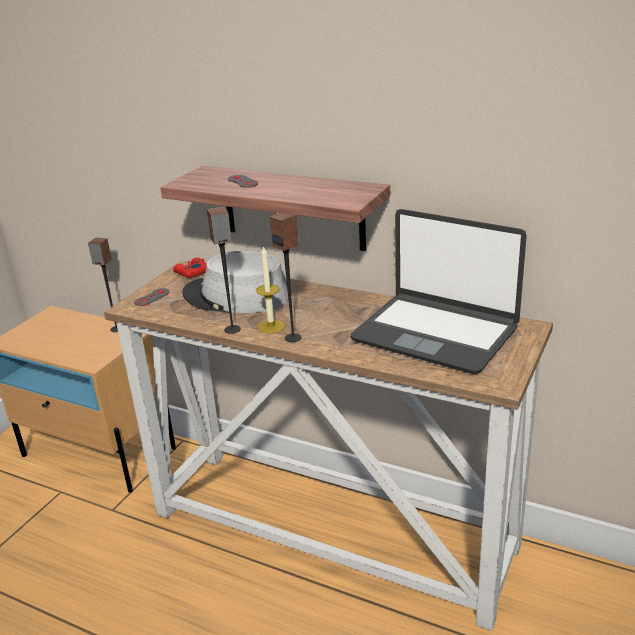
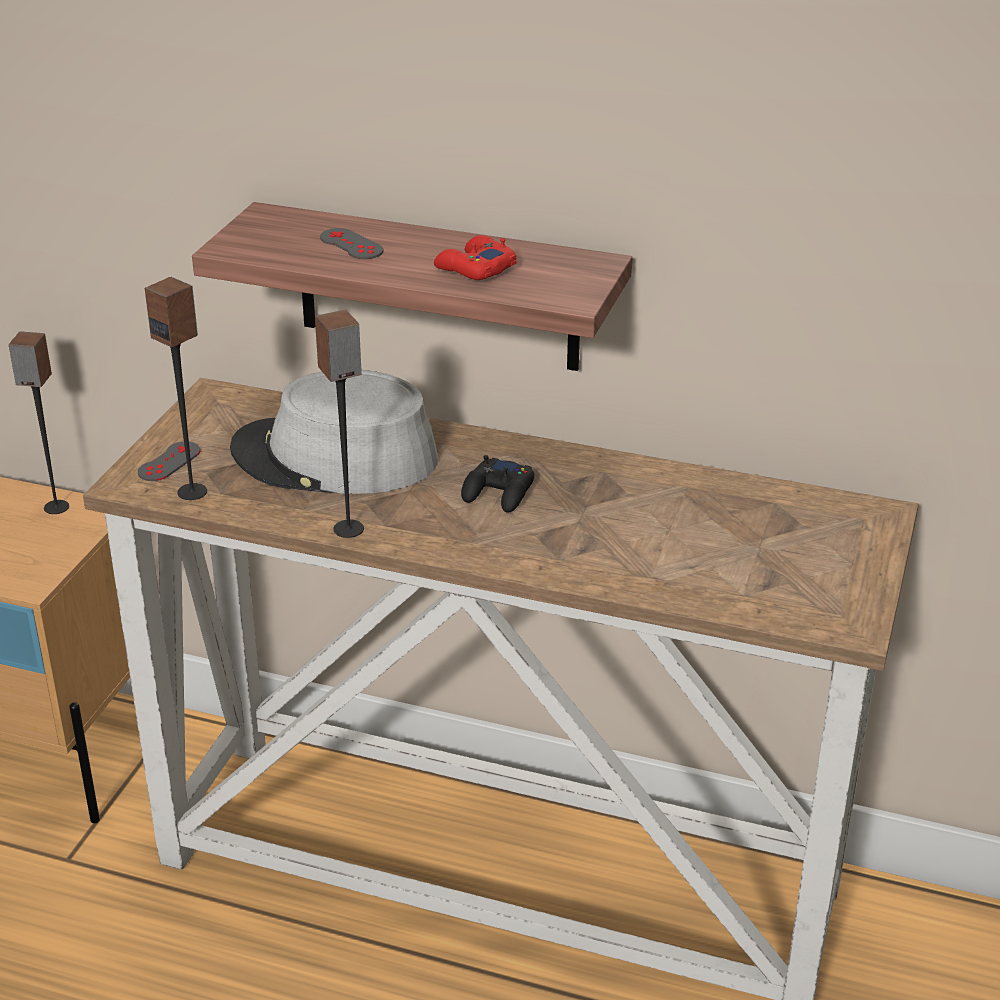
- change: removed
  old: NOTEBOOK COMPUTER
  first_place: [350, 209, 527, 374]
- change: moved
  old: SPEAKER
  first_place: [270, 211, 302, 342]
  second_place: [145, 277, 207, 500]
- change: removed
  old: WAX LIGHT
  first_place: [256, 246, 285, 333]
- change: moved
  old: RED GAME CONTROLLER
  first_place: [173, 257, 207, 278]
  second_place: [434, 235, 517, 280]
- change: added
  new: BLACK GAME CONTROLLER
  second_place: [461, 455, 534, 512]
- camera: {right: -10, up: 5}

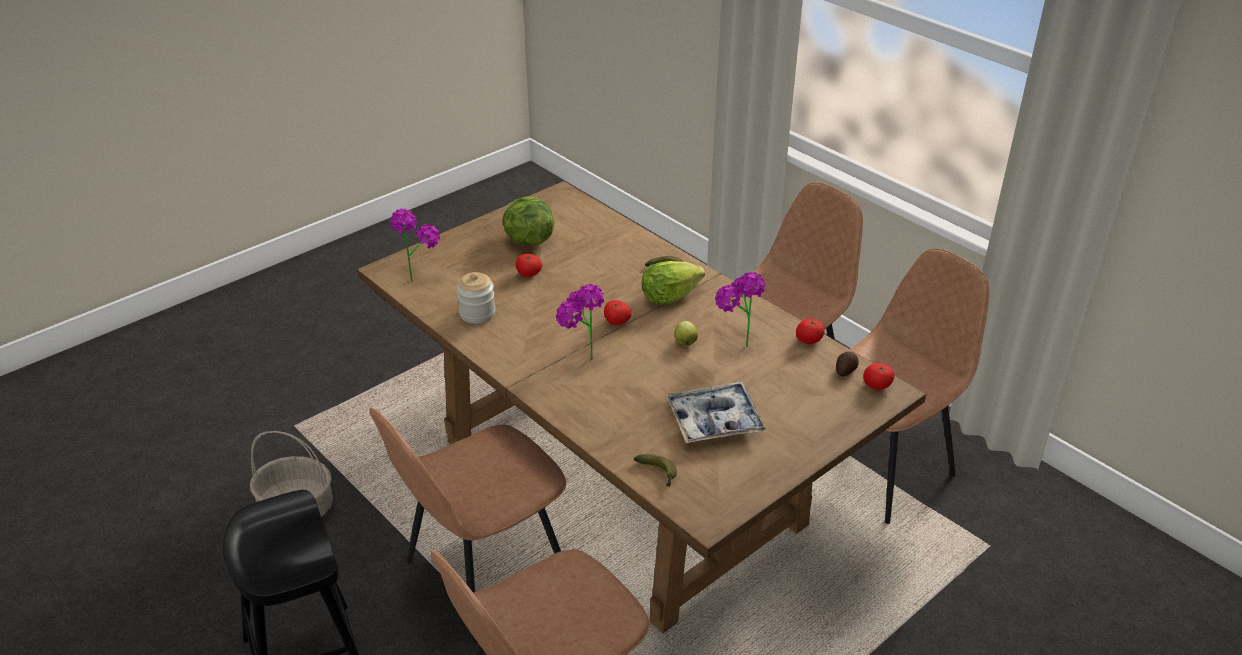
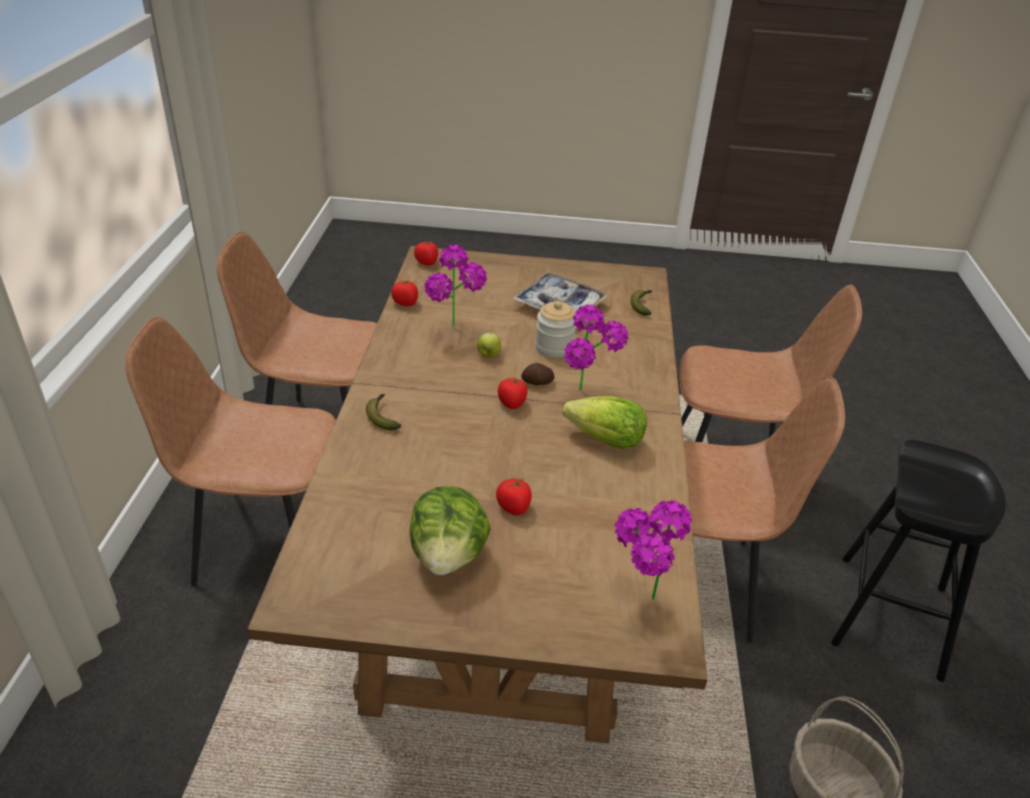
- change: moved
  old: LETTUCE HEAD
  first_place: [642, 261, 705, 305]
  second_place: [562, 396, 647, 449]
- change: moved
  old: STORAGE JAR
  first_place: [457, 272, 496, 324]
  second_place: [535, 301, 576, 357]
- change: moved
  old: POTATO
  first_place: [836, 352, 859, 376]
  second_place: [521, 363, 554, 385]
- camera: {right: -135, up: 0}

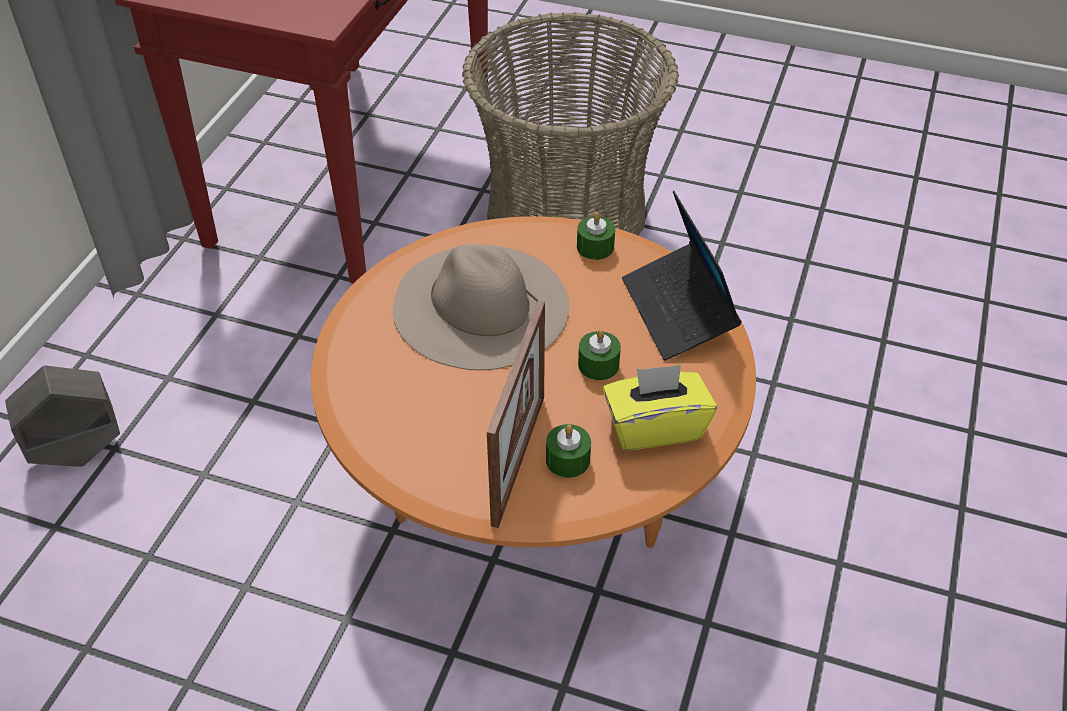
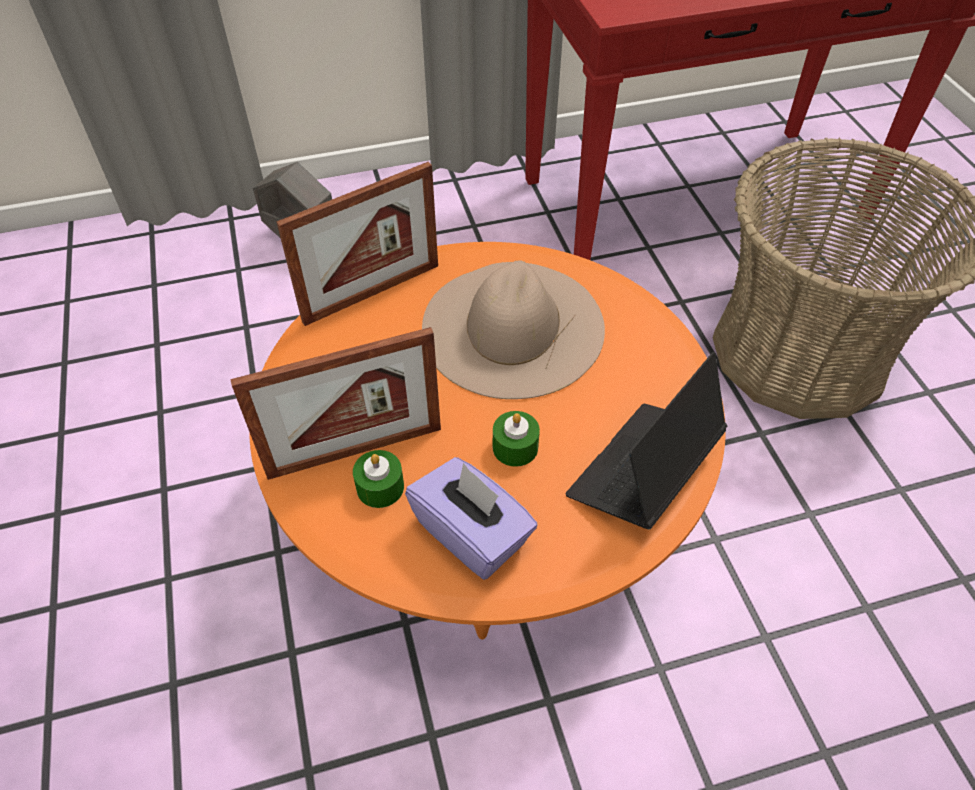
- change: removed
  old: GREENISH WAX LIGHT
  first_place: [577, 212, 615, 260]
- change: recoloured
  old: YELLOW BOX OF TISSUES
  new: PURPLE BOX OF TISSUES
  first_place: [603, 365, 717, 451]
  second_place: [405, 457, 538, 580]
- change: added
  new: STANDING FRAME
  second_place: [277, 162, 438, 326]
- camera: {right: 55, up: 5}

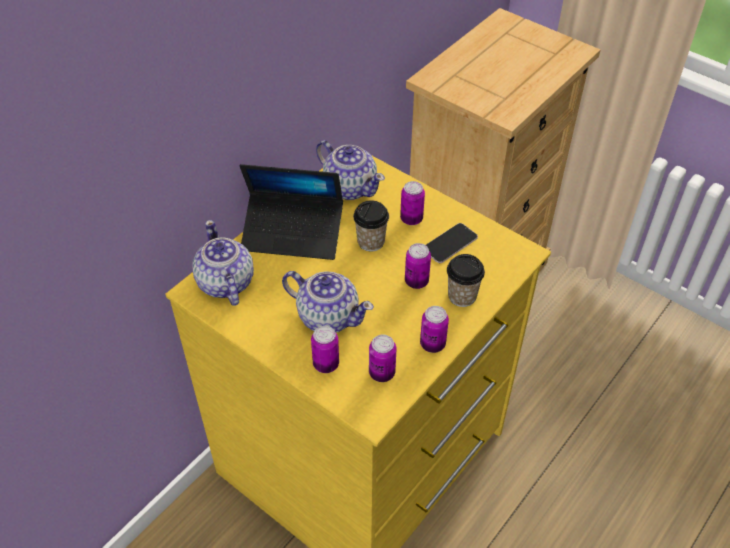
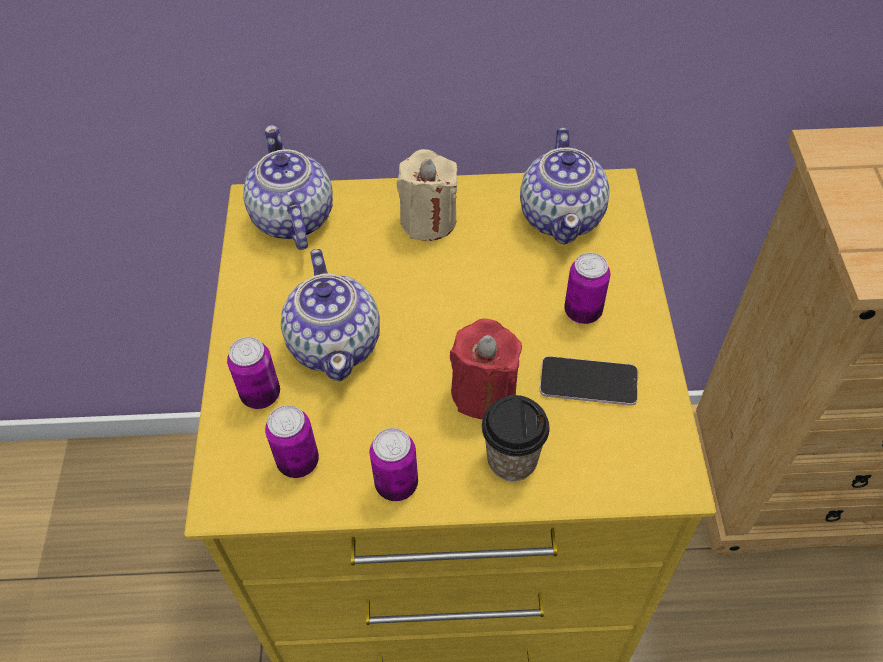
- change: replaced
  old: NOTEBOOK COMPUTER
  new: BEIGE-COLOURED WAX LIGHT
  first_place: [240, 164, 343, 260]
  second_place: [397, 149, 458, 241]
- change: removed
  old: DRINKING CUP
  first_place: [353, 200, 389, 252]
- change: turned
  old: TEAPOT
  first_place: [192, 220, 254, 306]
  second_place: [243, 125, 333, 250]
  degrees: -45
- change: replaced
  old: CAN
  new: RED WAX LIGHT
  first_place: [405, 243, 431, 289]
  second_place: [450, 318, 522, 419]
- camera: {right: 50, up: 5}

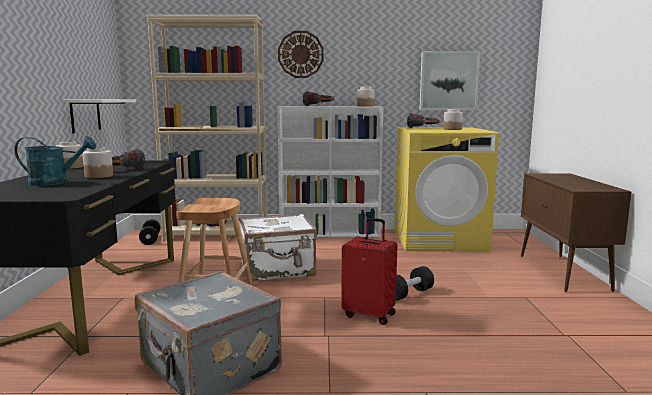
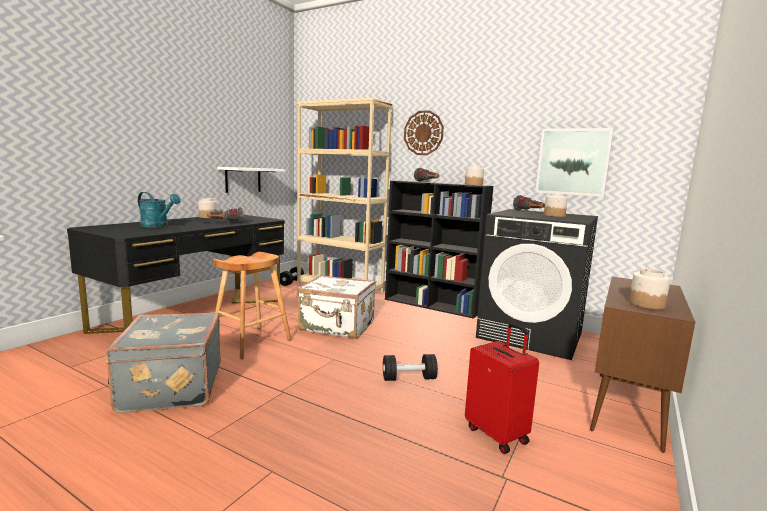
- change: recoloured
  old: WHITE BOOKSHELF
  new: BLACK BOOKSHELF
  first_place: [277, 106, 383, 237]
  second_place: [385, 181, 493, 319]
- change: recoloured
  old: YELLOW LAUNDRY MACHINE
  new: BLACK LAUNDRY MACHINE
  first_place: [395, 128, 499, 251]
  second_place: [476, 209, 598, 360]
- change: moved
  old: STORAGE JAR
  first_place: [82, 147, 113, 178]
  second_place: [629, 269, 670, 309]
- change: moved
  old: RED SUITCASE
  first_place: [341, 218, 398, 325]
  second_place: [465, 323, 539, 454]
- camera: {right: 30, up: 0}

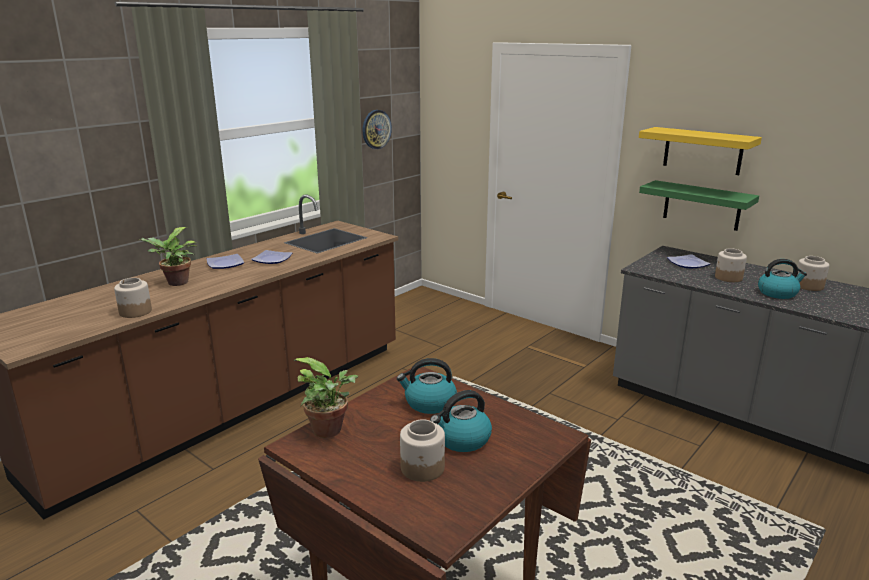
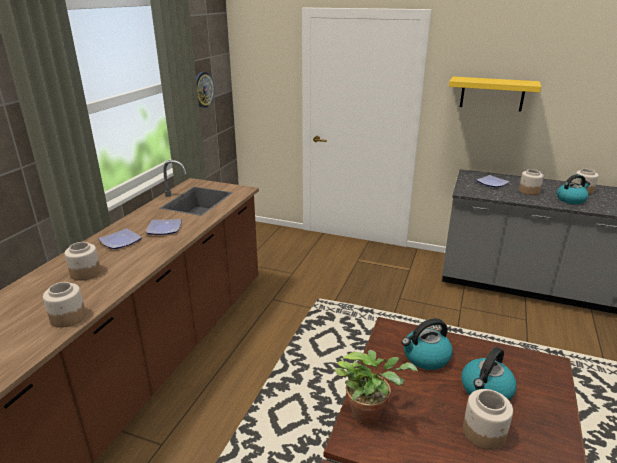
- change: removed
  old: GREENISH BRACKET SHELF
  first_place: [639, 180, 759, 231]
- change: replaced
  old: POTTED PLANT
  new: STORAGE JAR
  first_place: [139, 227, 197, 286]
  second_place: [64, 242, 101, 281]
- camera: {right: -20, up: 5}

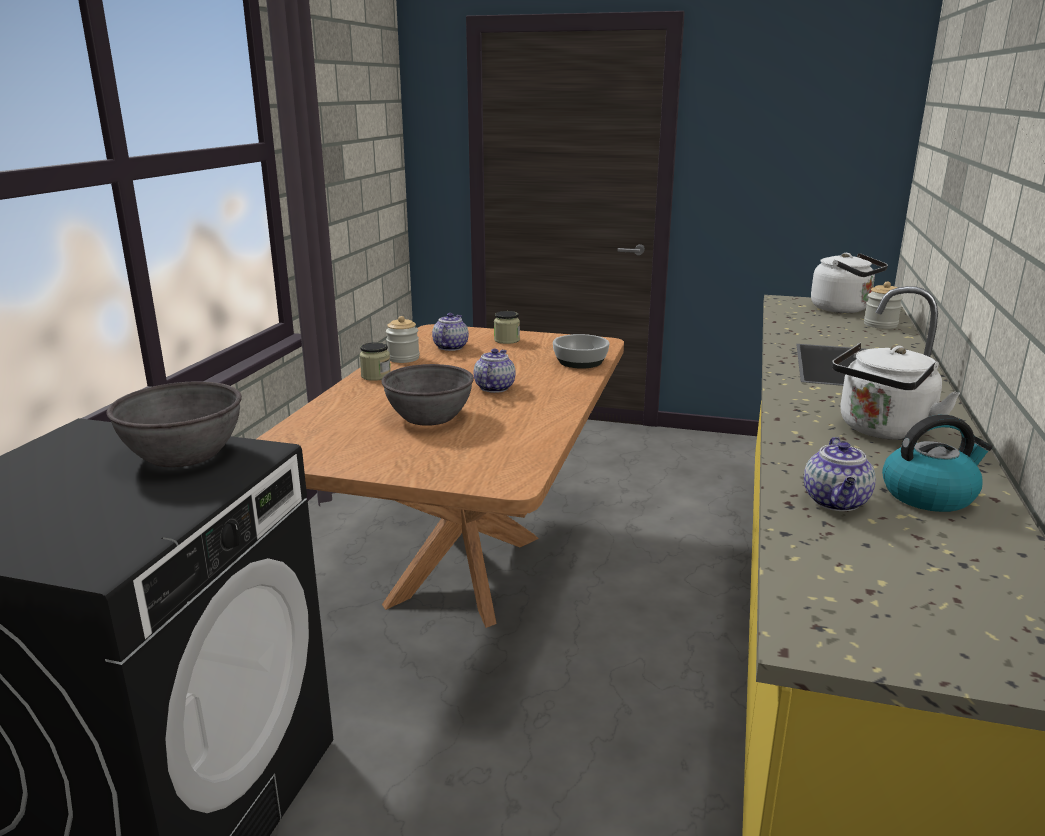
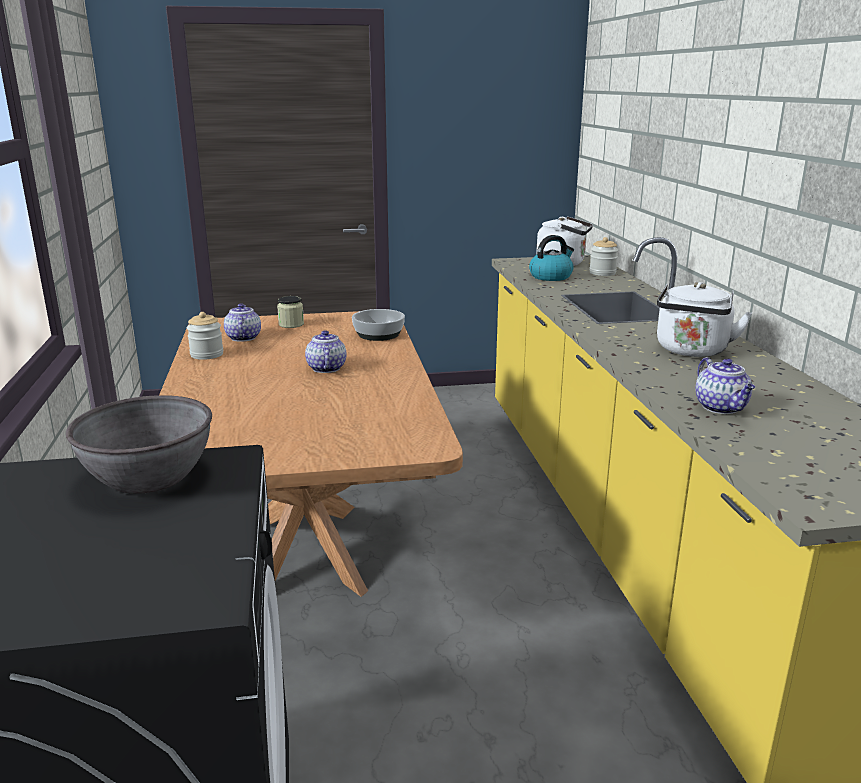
- change: removed
  old: STORAGE JAR
  first_place: [359, 342, 391, 381]
- change: removed
  old: GREY DEEP DISH
  first_place: [382, 364, 474, 426]
- change: moved
  old: WATER KETTLE
  first_place: [882, 415, 993, 512]
  second_place: [529, 235, 574, 281]
- camera: {right: -25, up: 0}

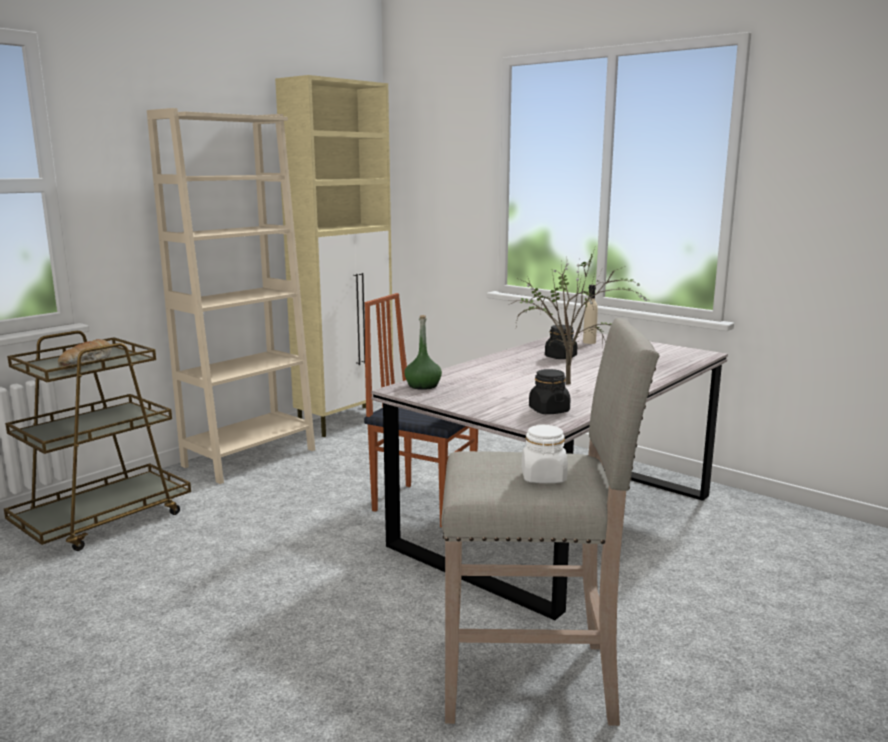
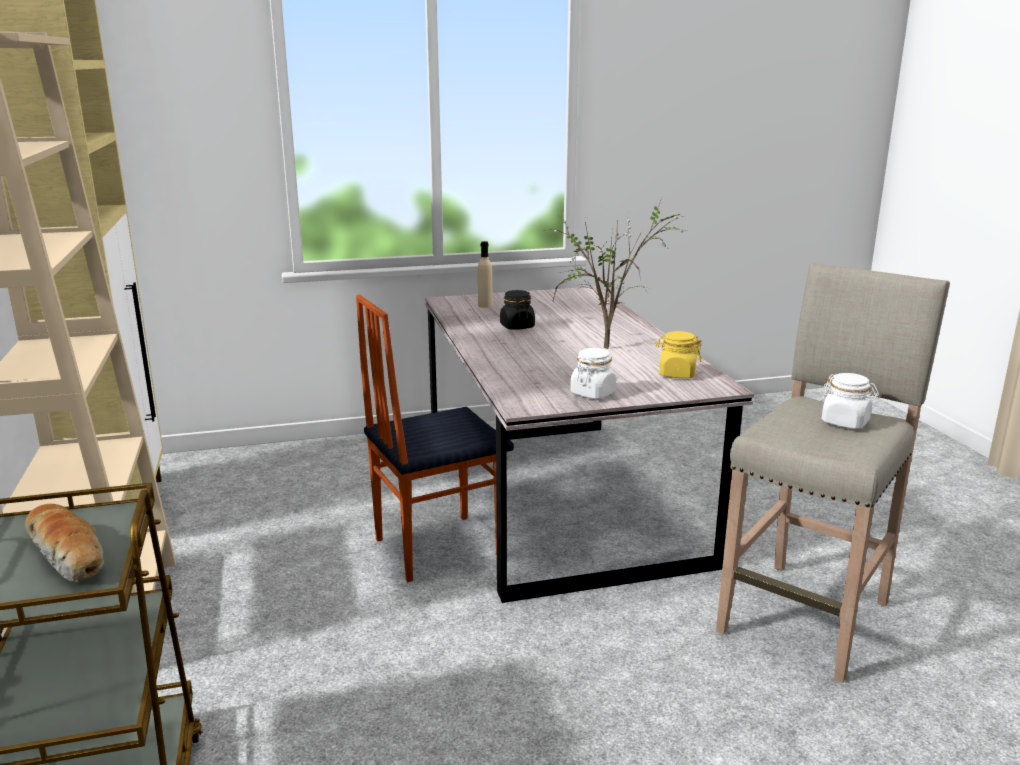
- change: removed
  old: GREENISH BOTTLE
  first_place: [404, 315, 442, 390]
- change: recoloured
  old: BLACK STORAGE JAR
  new: YELLOW STORAGE JAR
  first_place: [529, 369, 571, 414]
  second_place: [656, 331, 702, 378]
- change: added
  new: WHITE STORAGE JAR
  second_place: [570, 348, 616, 399]
- camera: {right: -55, up: 5}

